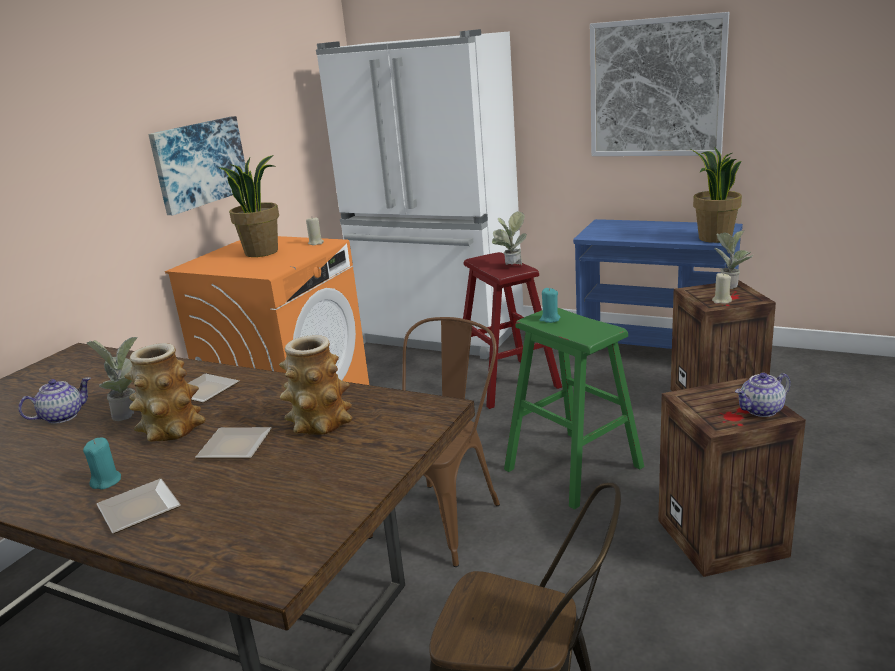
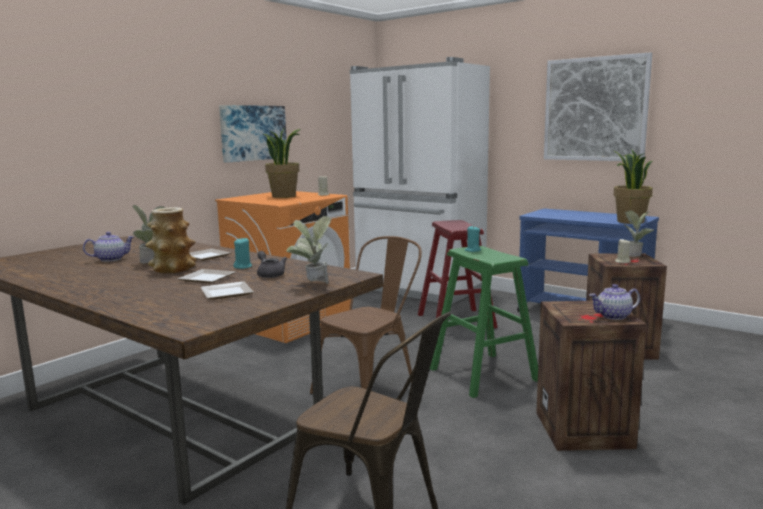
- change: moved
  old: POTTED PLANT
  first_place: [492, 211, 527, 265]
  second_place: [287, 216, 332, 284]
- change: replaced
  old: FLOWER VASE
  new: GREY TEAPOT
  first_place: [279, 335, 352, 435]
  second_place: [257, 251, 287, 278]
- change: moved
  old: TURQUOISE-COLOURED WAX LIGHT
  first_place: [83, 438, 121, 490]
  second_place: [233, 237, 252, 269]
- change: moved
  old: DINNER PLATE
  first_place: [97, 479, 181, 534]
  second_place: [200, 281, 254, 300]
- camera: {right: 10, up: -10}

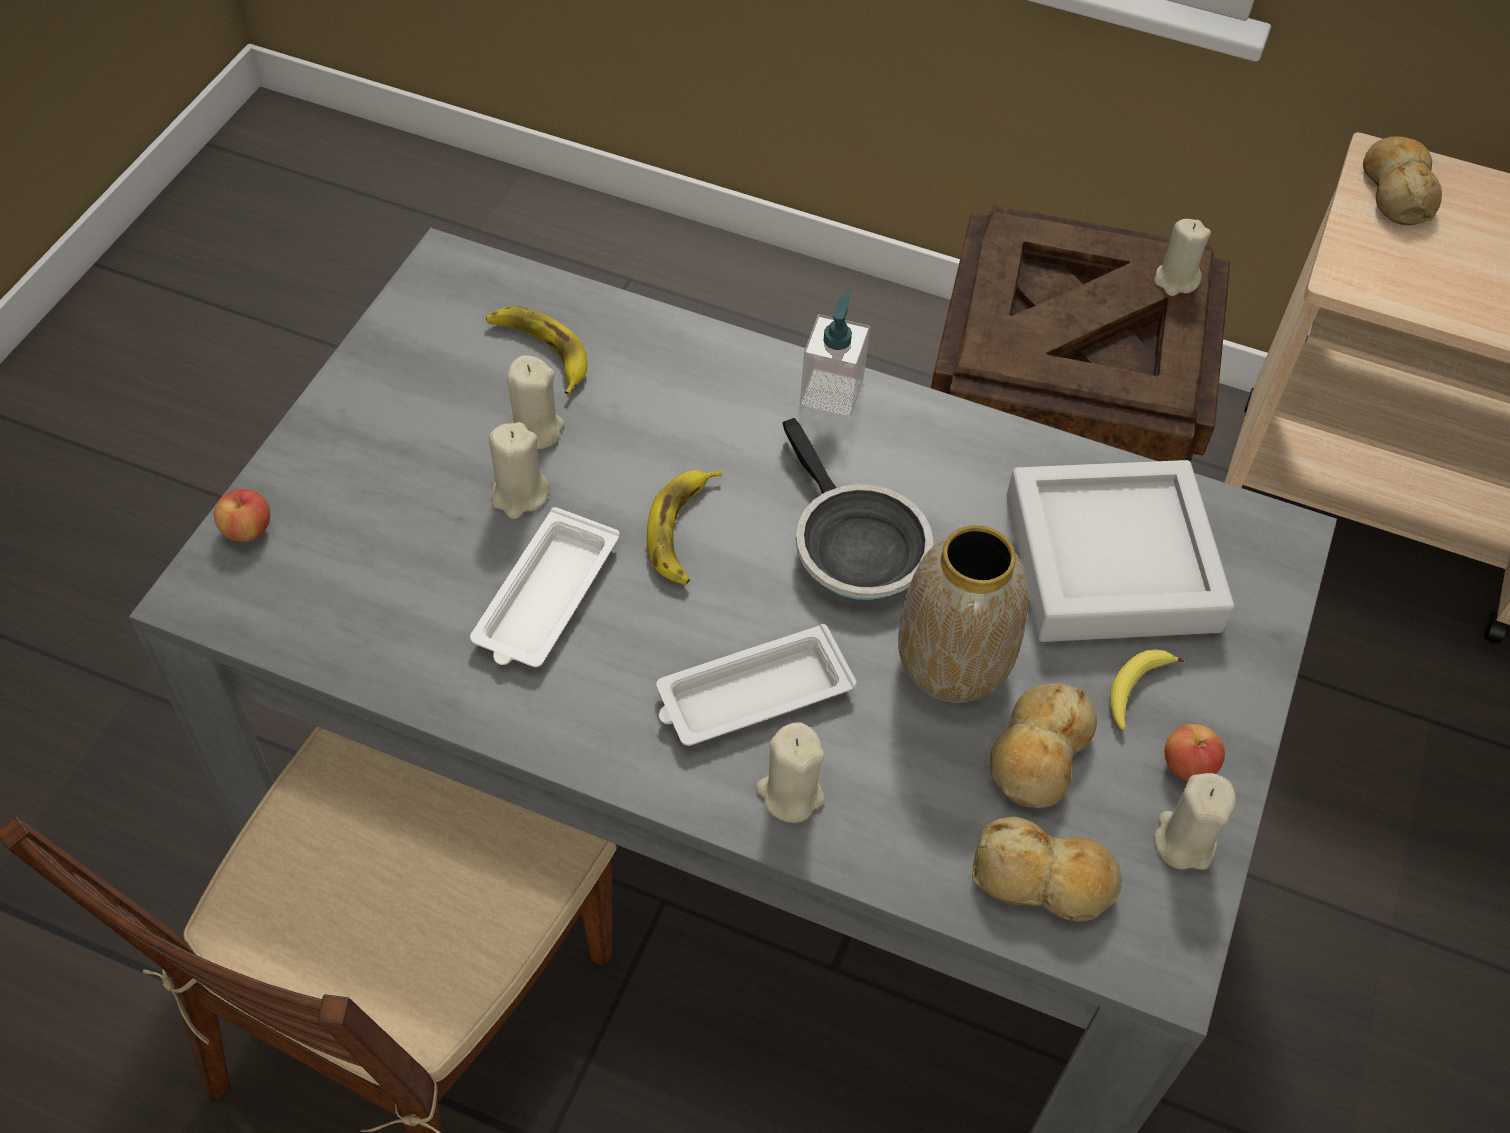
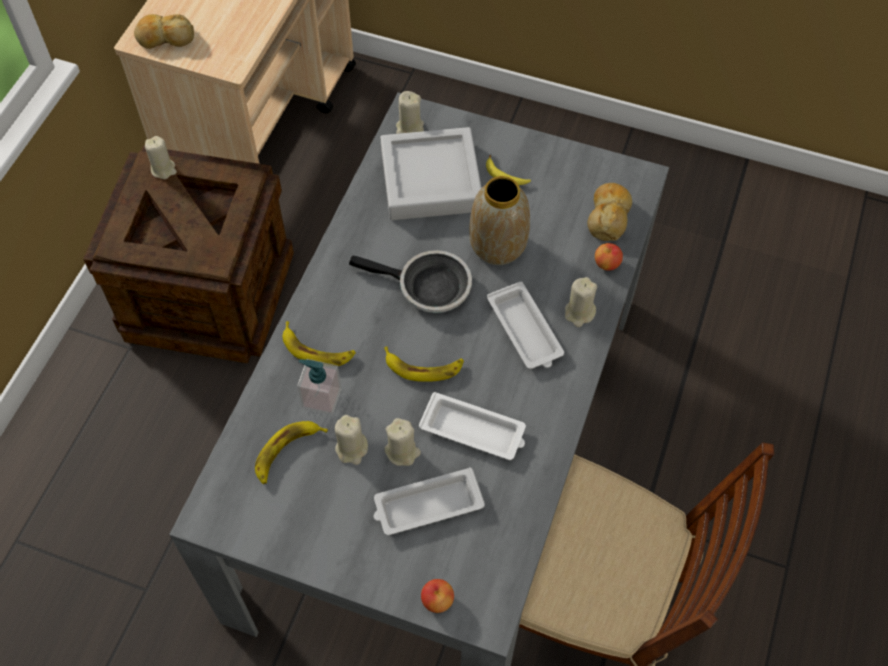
- change: moved
  old: LIQUID SOAP BOTTLE
  first_place: [800, 291, 870, 417]
  second_place: [297, 359, 342, 415]
- change: turned
  old: PAN
  first_place: [783, 418, 933, 600]
  second_place: [349, 250, 472, 313]
  degrees: 45
- change: removed
  old: BAKERY BREAD
  first_place: [990, 683, 1097, 808]
- change: moved
  old: APPLE FRUIT
  first_place: [1165, 724, 1225, 781]
  second_place: [595, 243, 623, 271]
- change: moved
  old: BEIGE-COLOURED WAX LIGHT
  first_place: [1154, 773, 1236, 870]
  second_place: [396, 91, 424, 134]
- change: added
  new: BANANA FRUIT
  second_place: [283, 321, 356, 366]
- change: added
  new: WHITE CARRYING TRAY
  second_place: [374, 468, 485, 535]
- camera: {right: -90, up: 5}

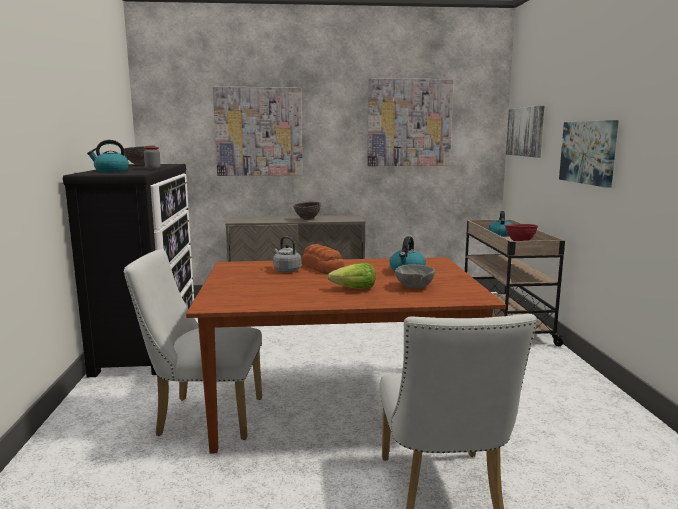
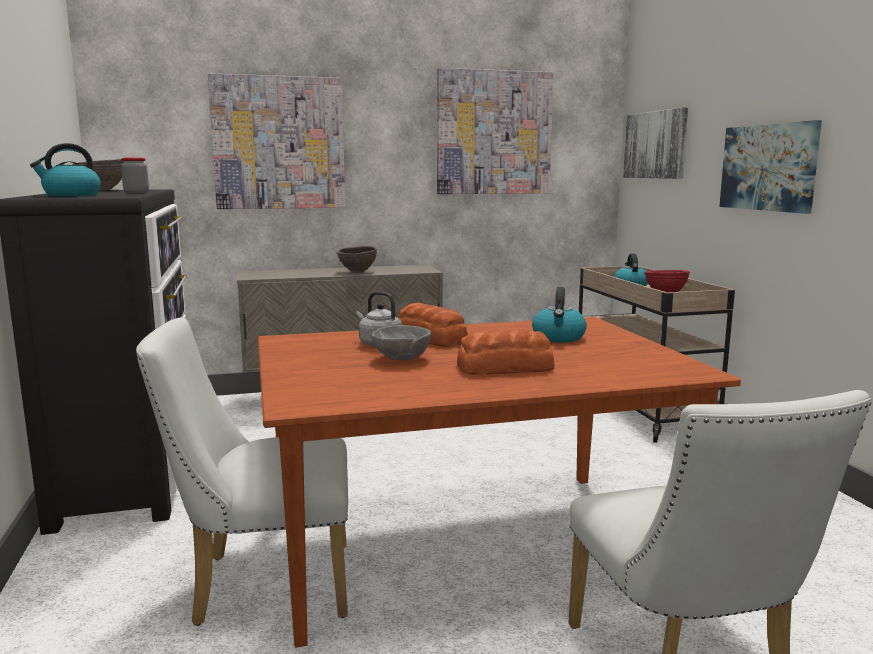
- change: replaced
  old: LETTUCE HEAD
  new: BAKERY BREAD
  first_place: [327, 263, 376, 289]
  second_place: [457, 329, 554, 375]
- change: moved
  old: GREY DEEP DISH
  first_place: [395, 264, 435, 289]
  second_place: [372, 325, 431, 361]
- camera: {right: -10, up: 0}

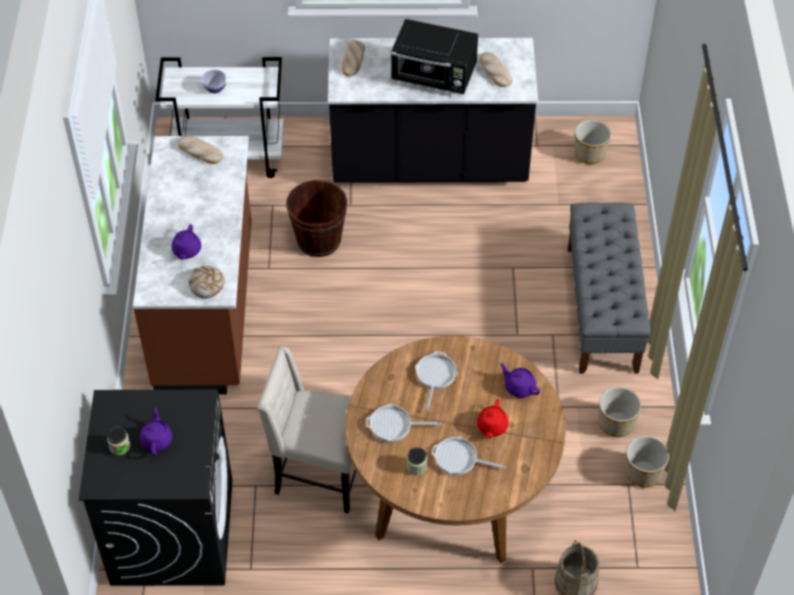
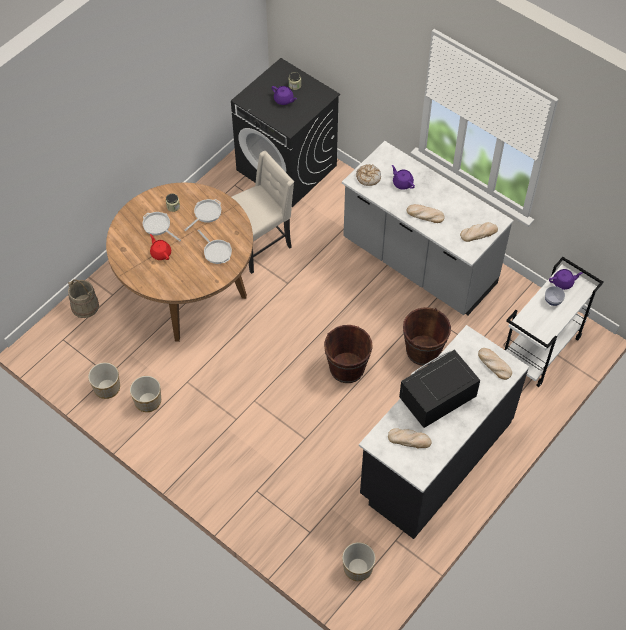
- change: recoloured
  old: BROWN KITCHEN COUNTER
  new: GREY KITCHEN COUNTER
  first_place: [133, 136, 251, 395]
  second_place: [342, 141, 514, 315]
- change: removed
  old: GREY LONG SEAT
  first_place: [568, 202, 651, 374]
- change: moved
  old: PURPLE TEAPOT
  first_place: [500, 363, 540, 398]
  second_place: [549, 269, 583, 290]
- change: turned
  old: PAN
  first_place: [431, 436, 506, 475]
  second_place: [142, 212, 181, 241]
  degrees: -105
- change: added
  new: BAKERY BREAD
  second_place: [406, 204, 445, 223]
- change: added
  new: BROWN BUCKET
  second_place: [324, 325, 373, 383]
- camera: {right: 130, up: 5}

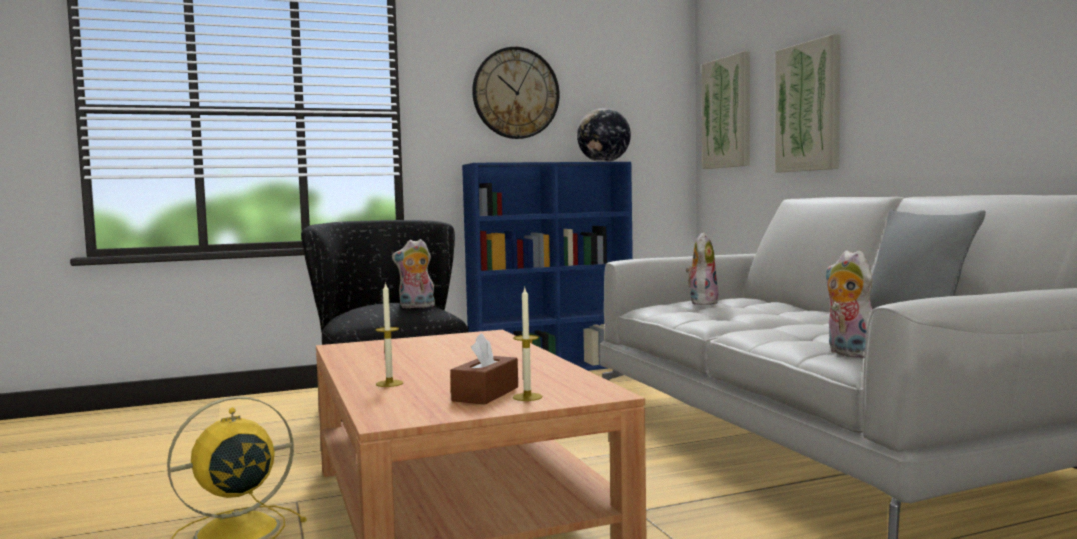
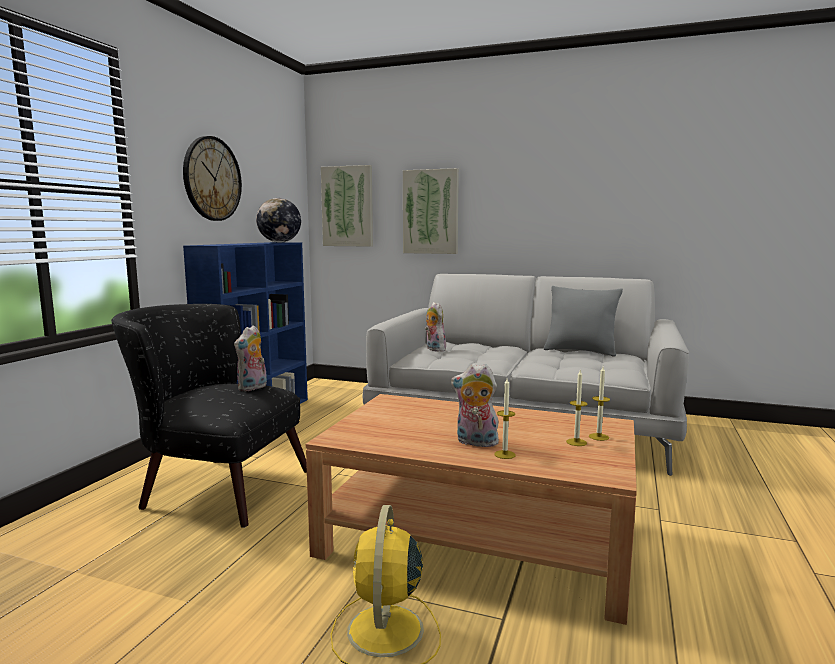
- change: moved
  old: SOFT TOY
  first_place: [826, 250, 873, 358]
  second_place: [451, 364, 499, 447]
- change: replaced
  old: BROWN BOX OF TISSUES
  new: WAX LIGHT
  first_place: [450, 333, 518, 405]
  second_place: [566, 369, 588, 446]
- camera: {right: -50, up: 5}

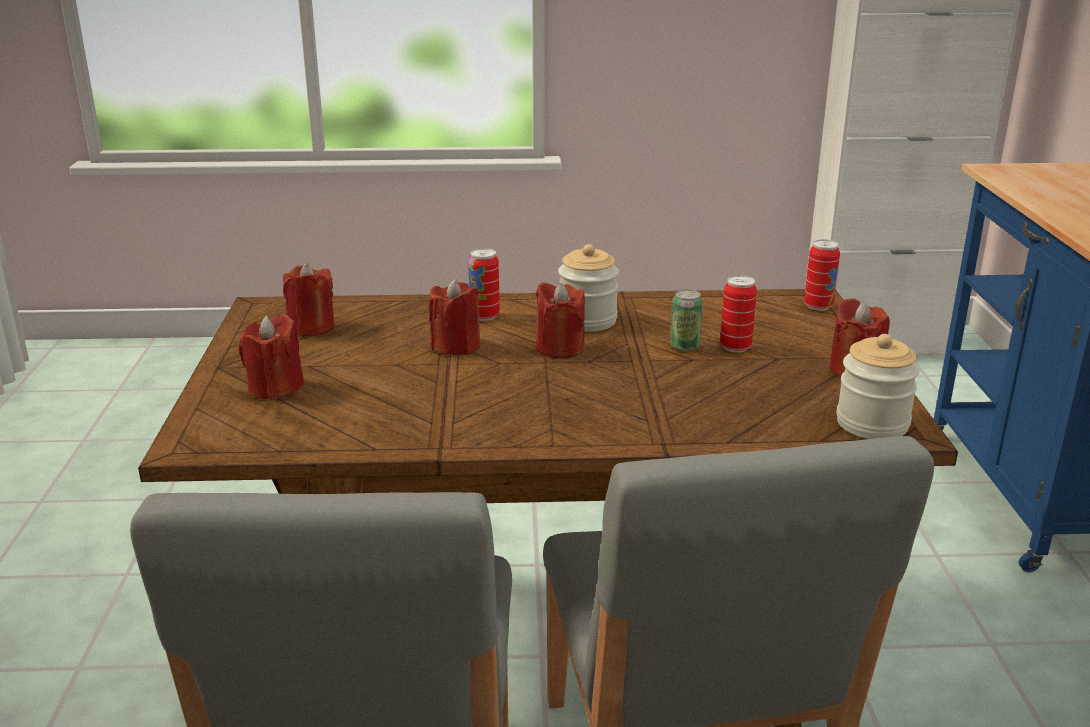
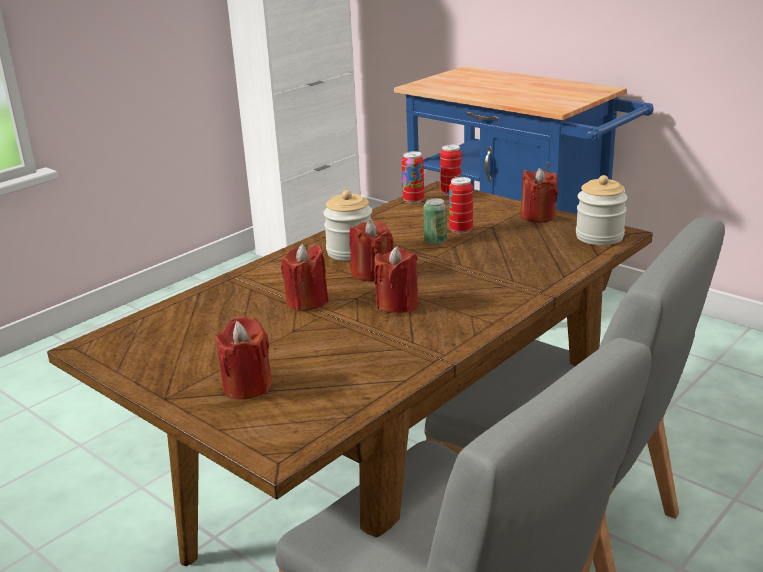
- change: moved
  old: CAN
  first_place: [468, 248, 500, 321]
  second_place: [402, 151, 424, 204]
- change: moved
  old: RED WAX LIGHT
  first_place: [283, 263, 335, 337]
  second_place: [374, 246, 419, 314]
- camera: {right: -45, up: 0}

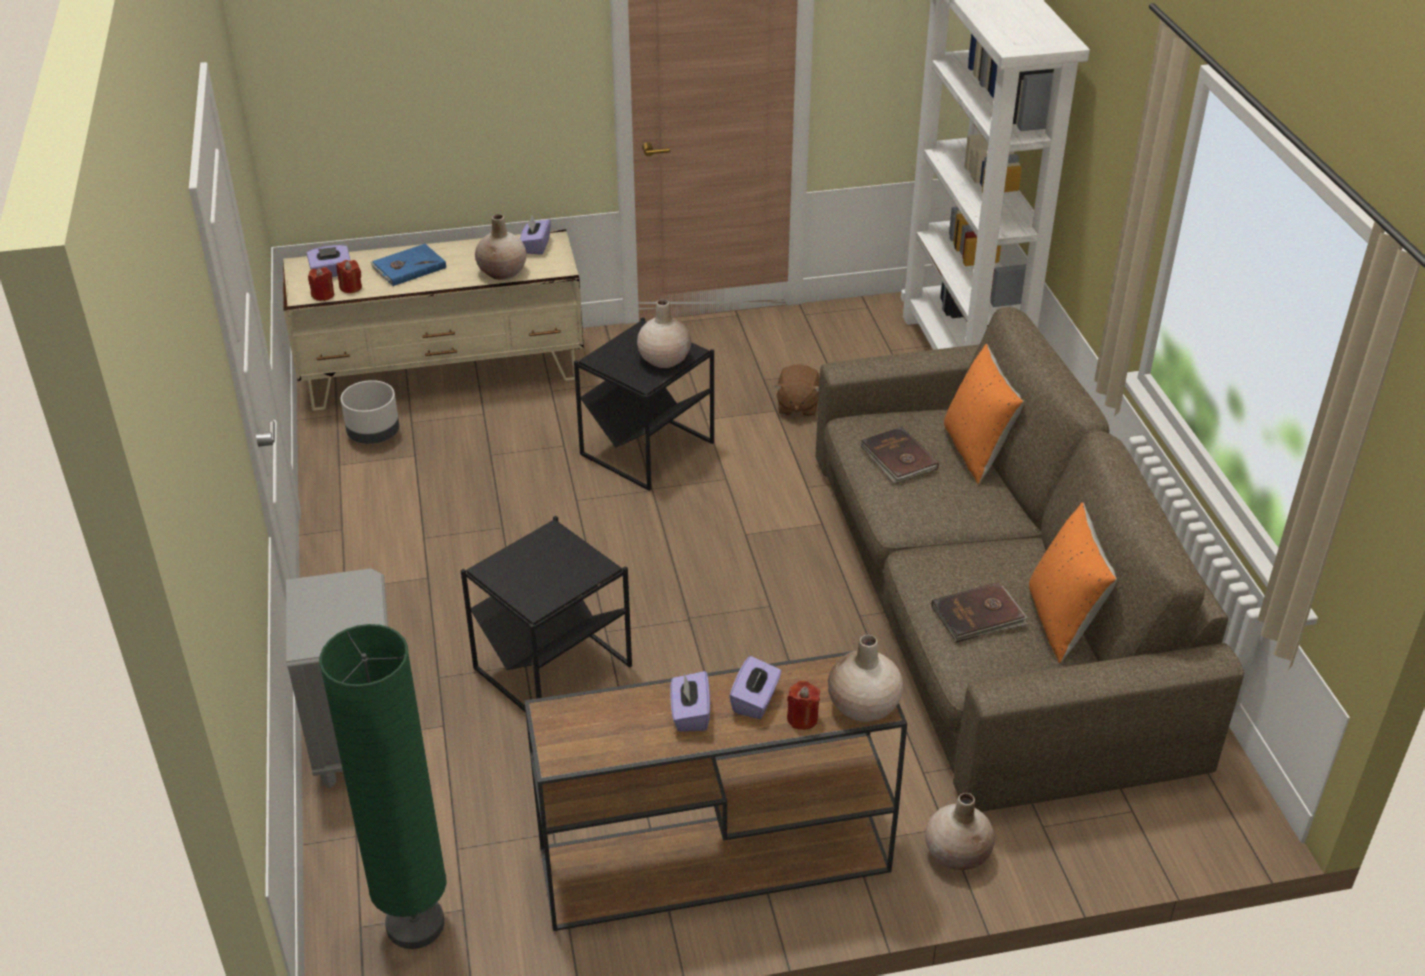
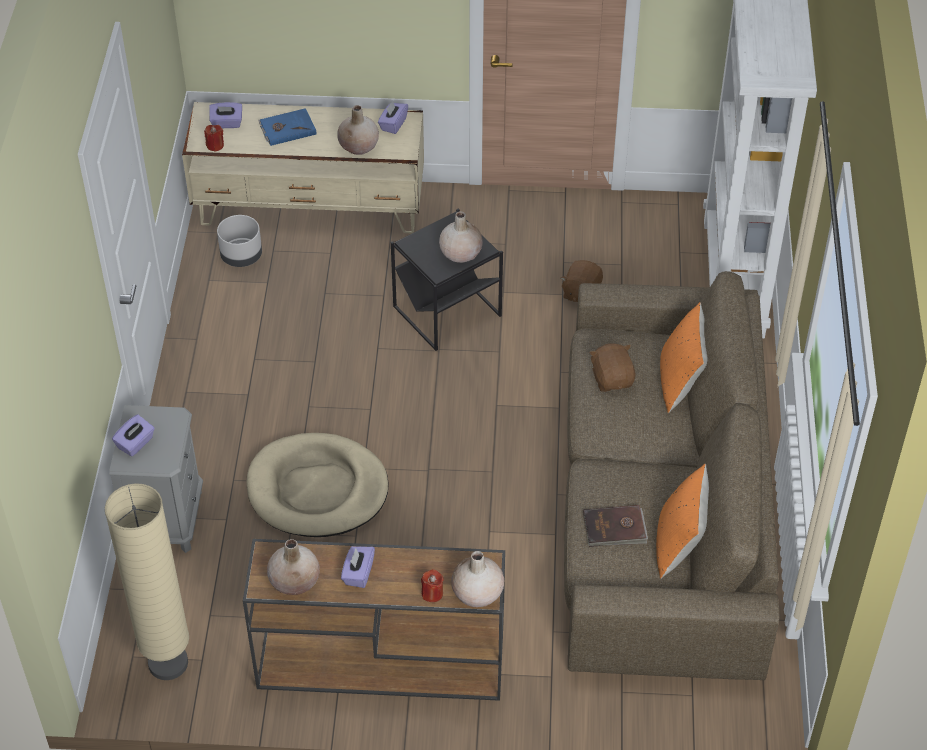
- change: removed
  old: RED WAX LIGHT
  first_place: [336, 260, 362, 293]
- change: replaced
  old: BROWN BOOK
  new: BROWN SOFT TOY
  first_place: [860, 427, 939, 483]
  second_place: [589, 343, 636, 392]
- change: replaced
  old: BLACK ACCENT TABLE
  new: BEIGE-COLOURED DOG CUSHION
  first_place: [460, 516, 632, 713]
  second_place: [246, 433, 389, 537]
- change: recoloured
  old: GREENISH STANDARD LAMP
  new: BEIGE-COLOURED STANDARD LAMP
  first_place: [319, 624, 447, 949]
  second_place: [105, 483, 189, 680]
- change: moved
  old: PURPLE BOX OF TISSUES
  first_place: [729, 656, 781, 719]
  second_place: [112, 415, 155, 457]
- change: moved
  old: BEIGE-COLOURED FLOWER VASE
  first_place: [925, 793, 995, 870]
  second_place: [267, 539, 320, 595]
- camera: {right: 15, up: 10}

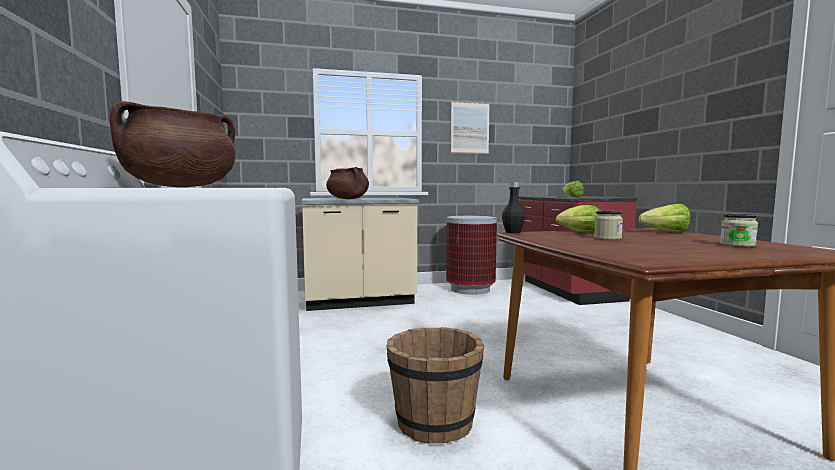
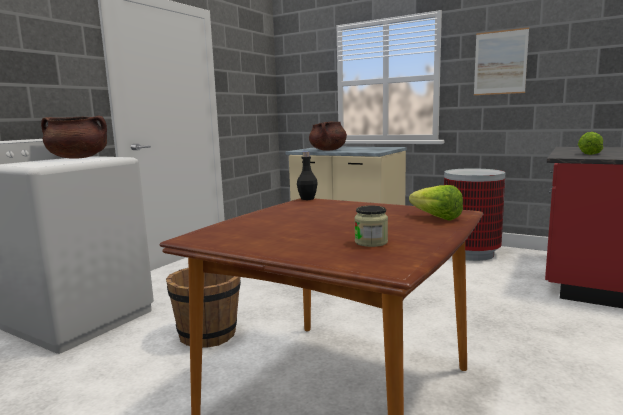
- change: removed
  old: LETTUCE HEAD
  first_place: [556, 205, 600, 233]
- change: removed
  old: STORAGE JAR
  first_place: [594, 211, 623, 240]
- camera: {right: 45, up: 5}

